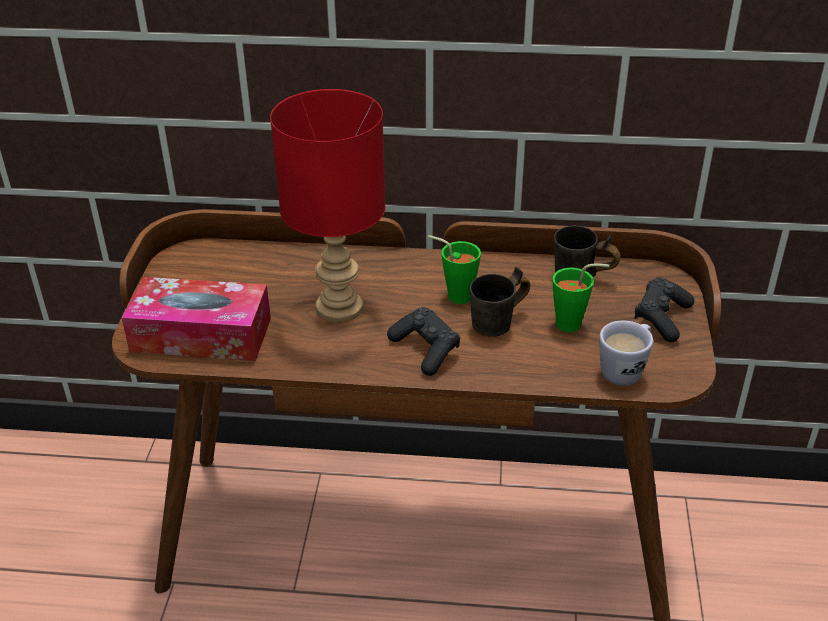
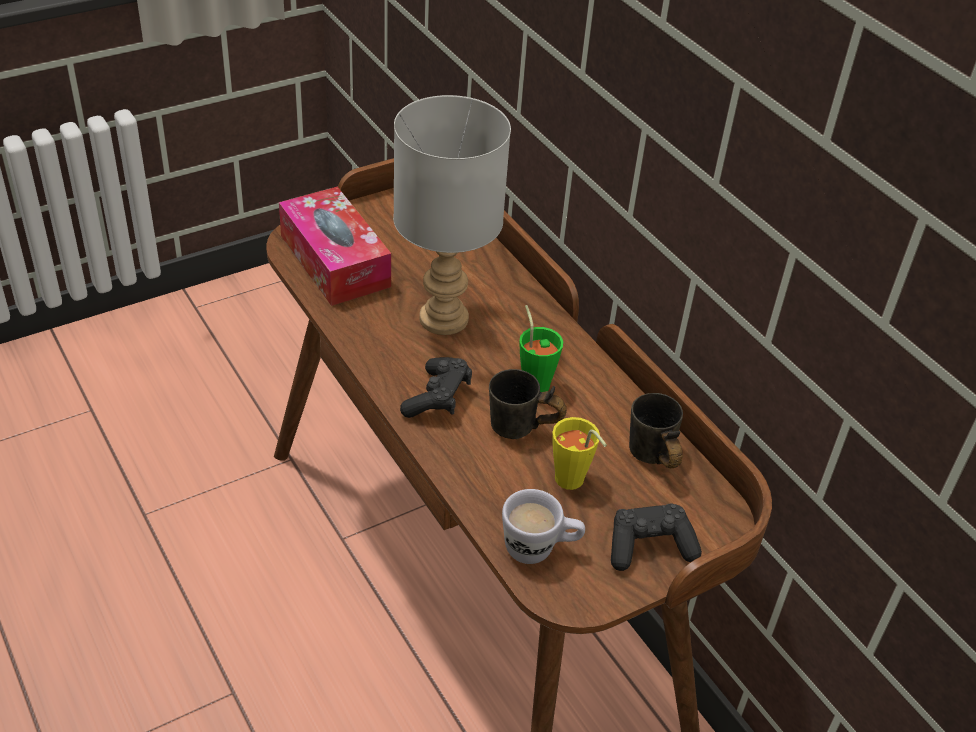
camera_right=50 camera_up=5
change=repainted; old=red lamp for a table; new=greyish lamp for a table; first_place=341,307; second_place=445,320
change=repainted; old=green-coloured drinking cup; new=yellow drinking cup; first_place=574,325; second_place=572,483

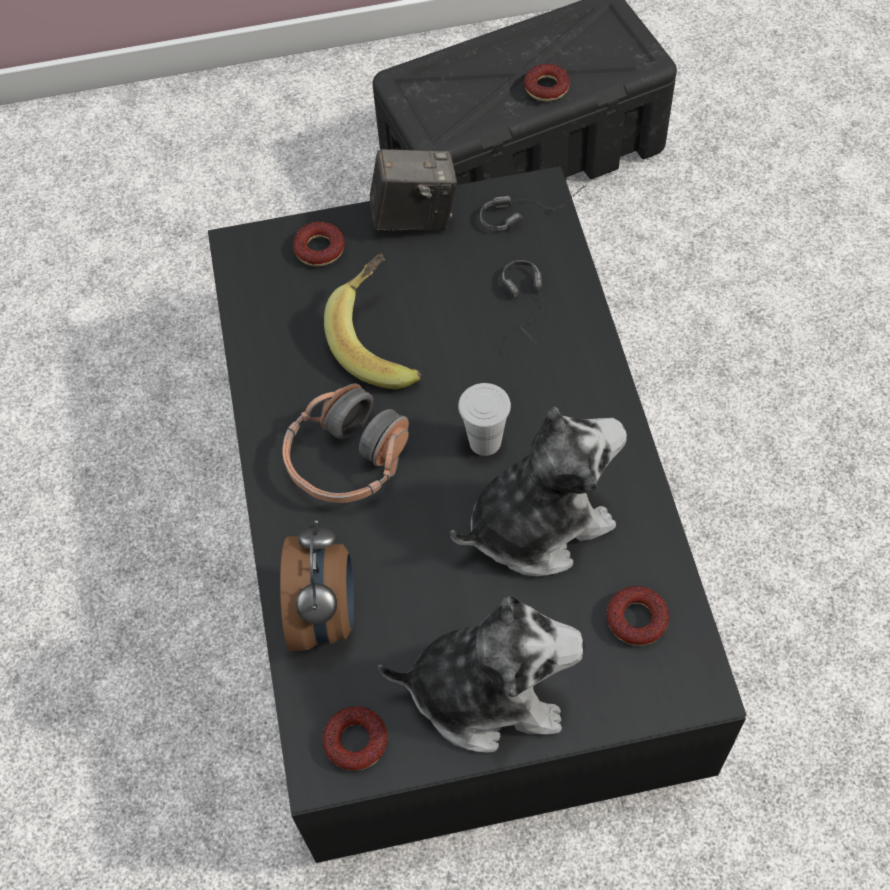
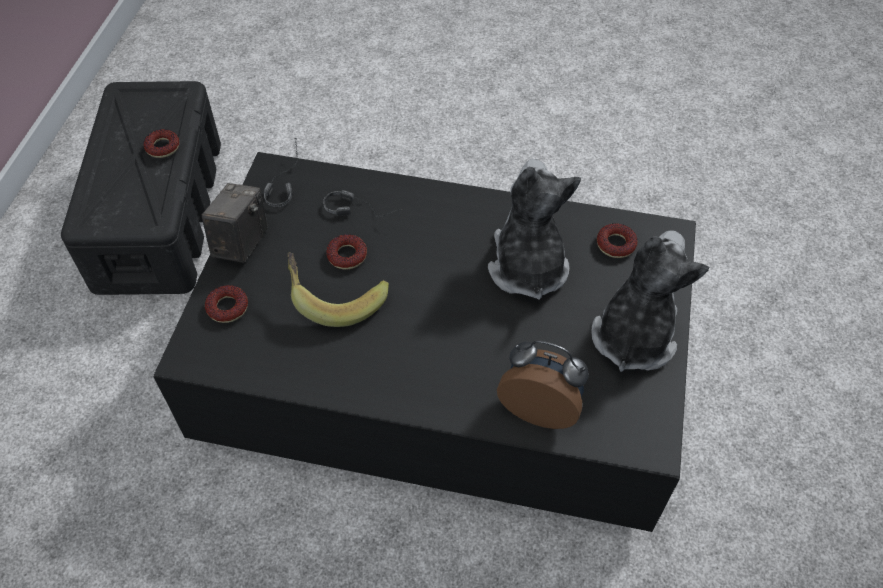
camera_right=-70 camera_up=-5
change=gone; old=headphones; first_place=347,459
change=shifted; old=donut; first_place=355,741; second_place=347,255
change=gone; old=white-coloured drinking cup; first_place=485,442

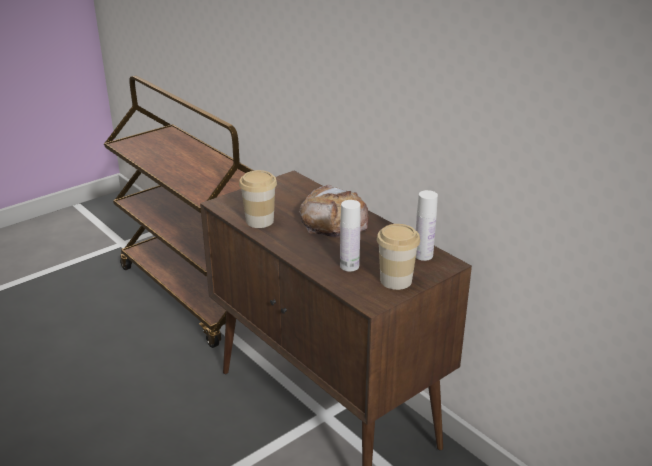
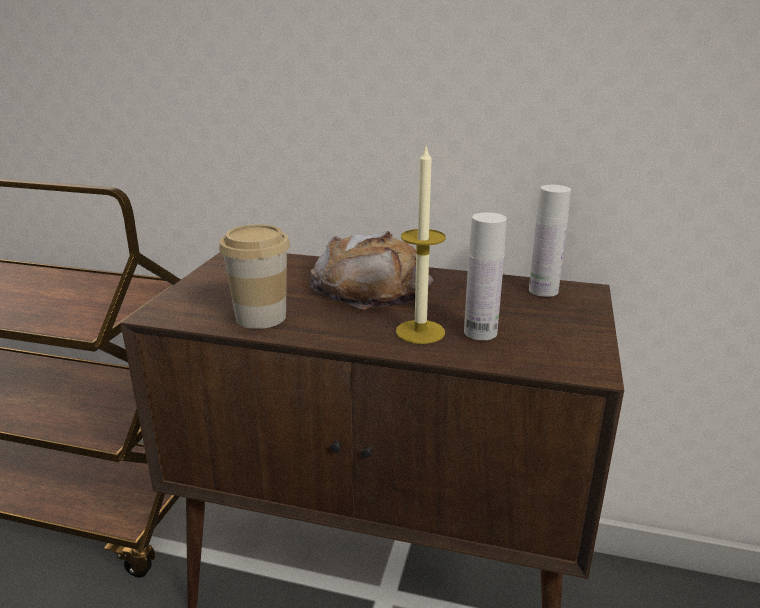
camera_right=-35 camera_up=-5
change=gone; old=drinking cup; first_place=396,280
change=new; new=candle; second_place=420,332

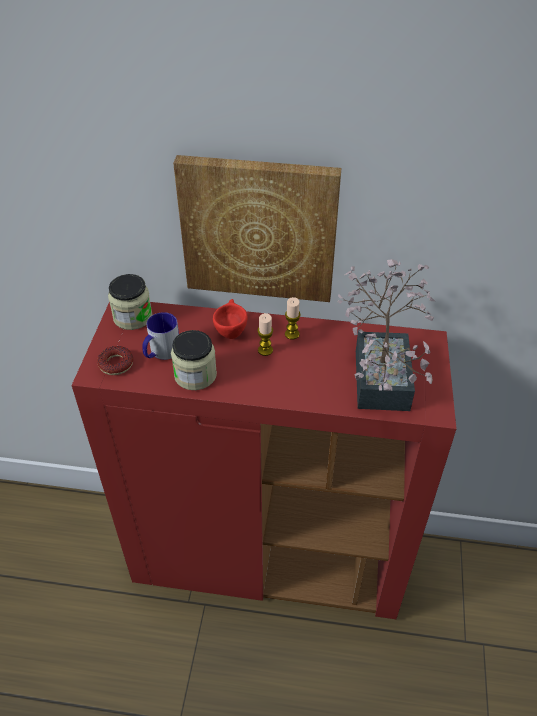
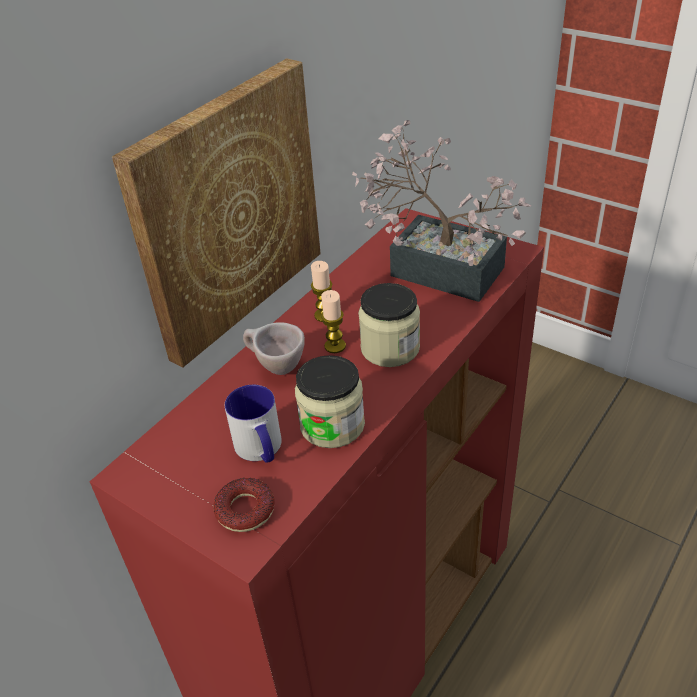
camera_right=-60 camera_up=-5
change=shifted; old=preserve jar; first_place=133,317; second_place=390,348
change=repainted; old=red drinking cup; new=sand-coloured drinking cup; first_place=230,331; second_place=275,367

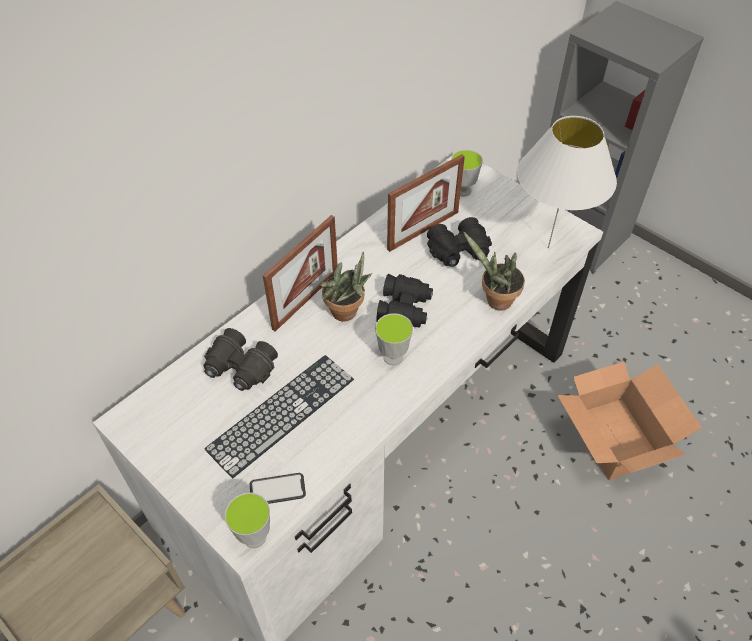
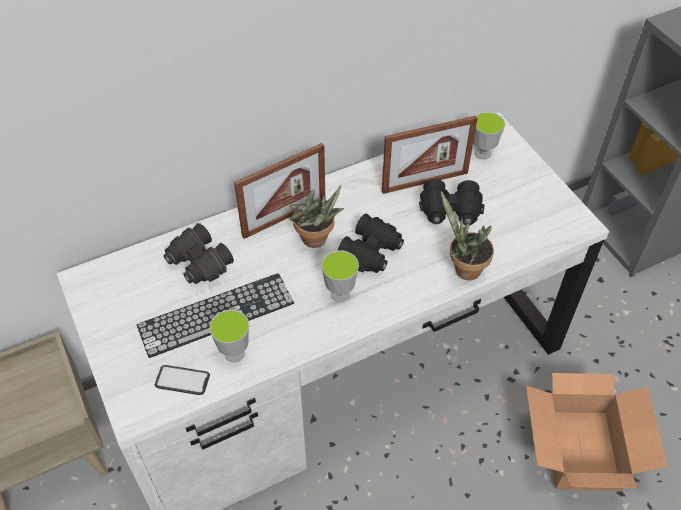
camera_right=20 camera_up=0
change=shifted; old=drinking cup; first_place=254,537; second_place=234,353
change=gone; old=white-coloured lamp for a table; first_place=548,248

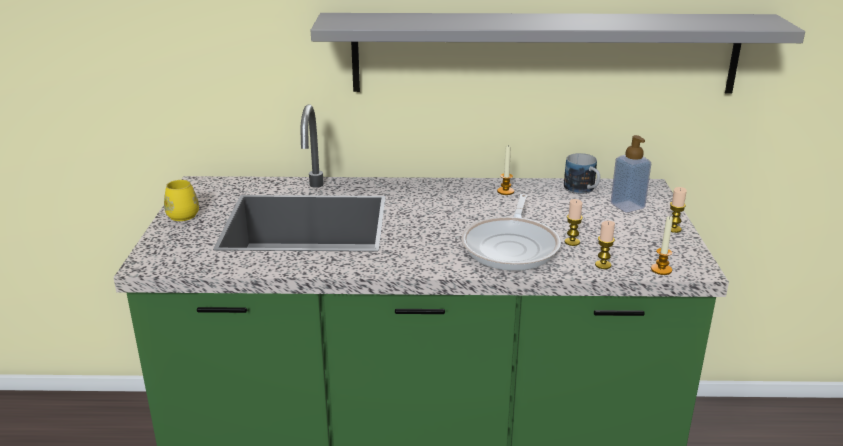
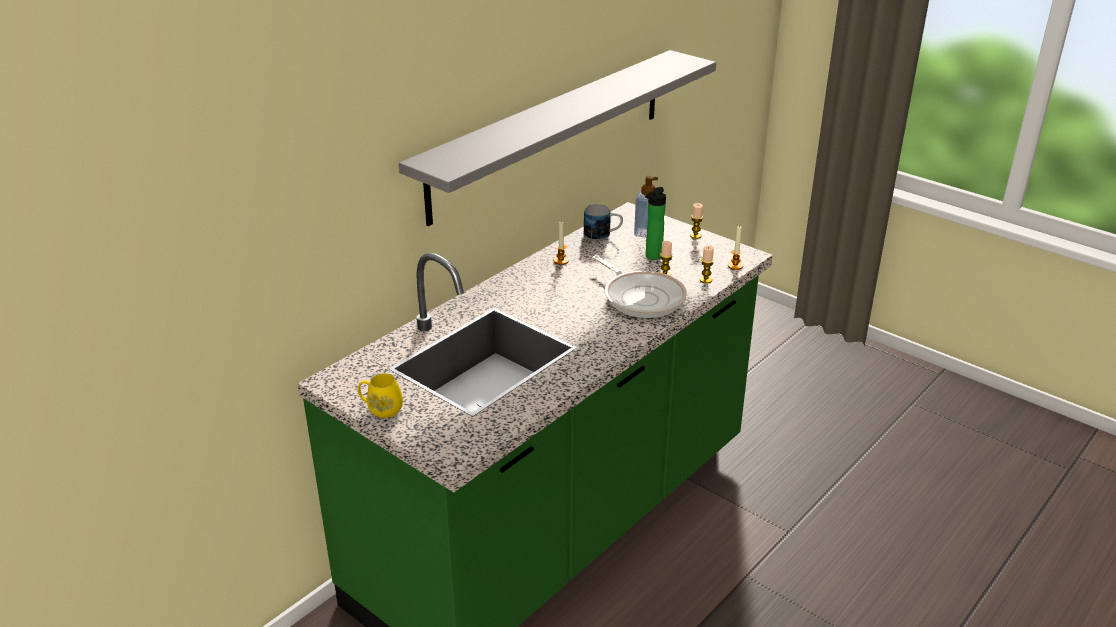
camera_right=-50 camera_up=5
change=new; new=bottle; second_place=652,257

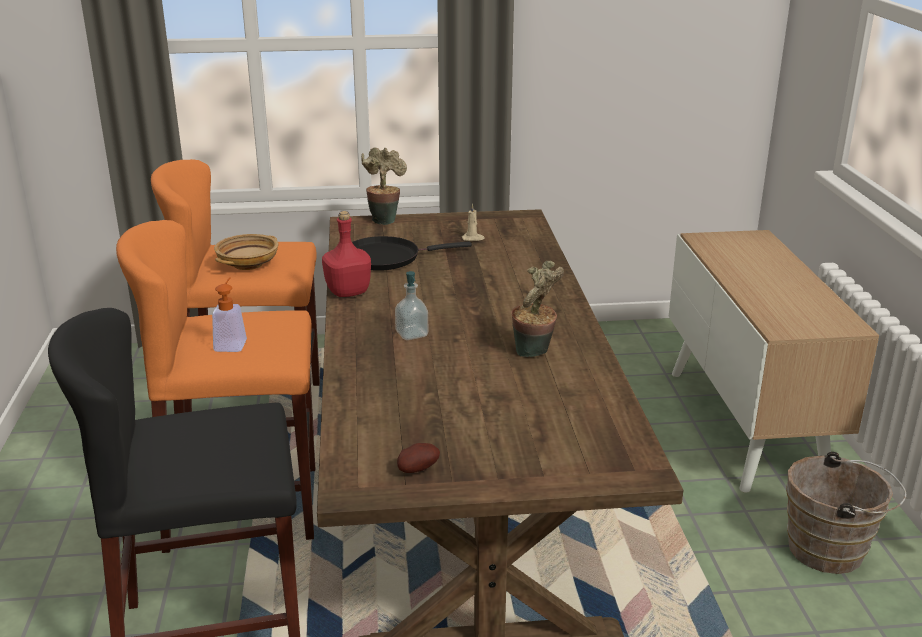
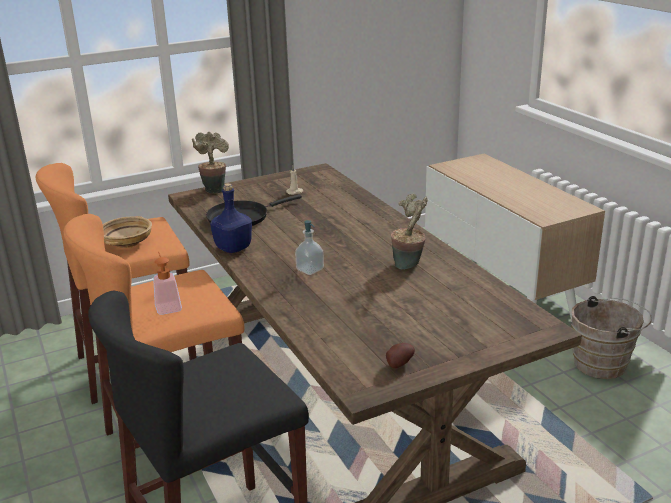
camera_right=-20 camera_up=0
change=repainted; old=red bottle; new=bluish bottle; first_place=347,292; second_place=233,248

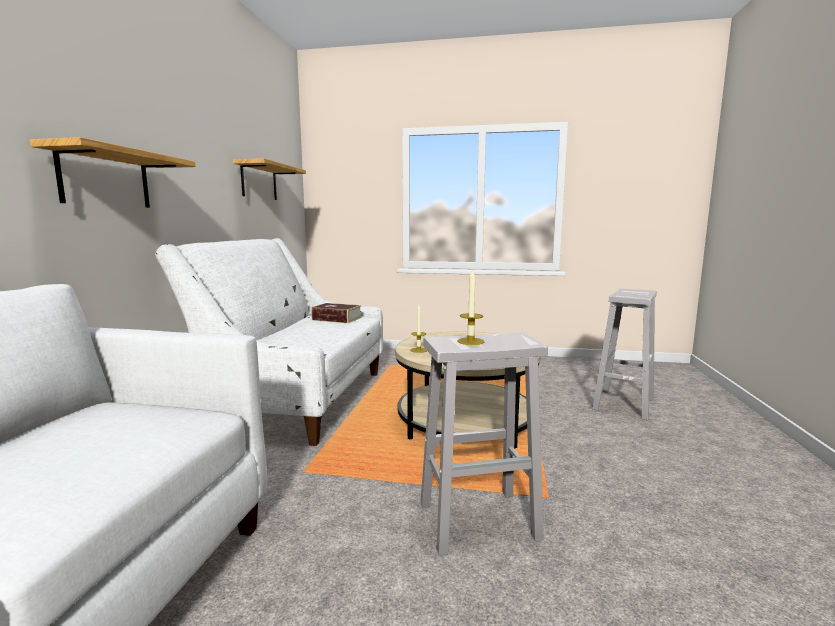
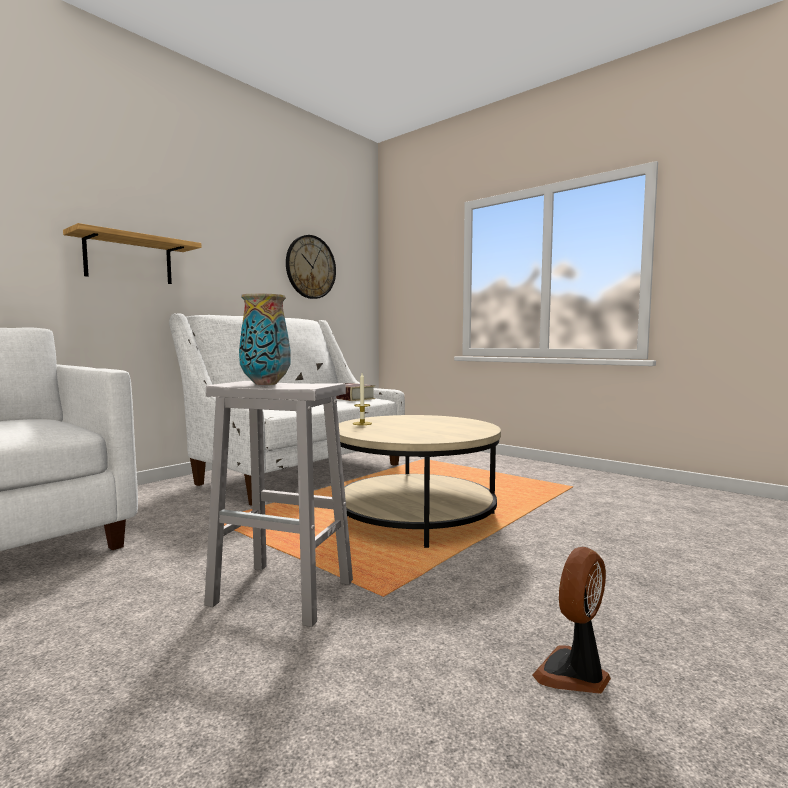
camera_right=30 camera_up=-5
change=swapped; old=shelf; new=hanging clock; first_place=259,181; second_place=310,267
change=swapped; old=candle; new=flower vase; first_place=470,341; second_place=266,384
change=gone; old=white-coloured stool seat; first_place=623,404
change=new; new=cooling fan; second_place=574,674

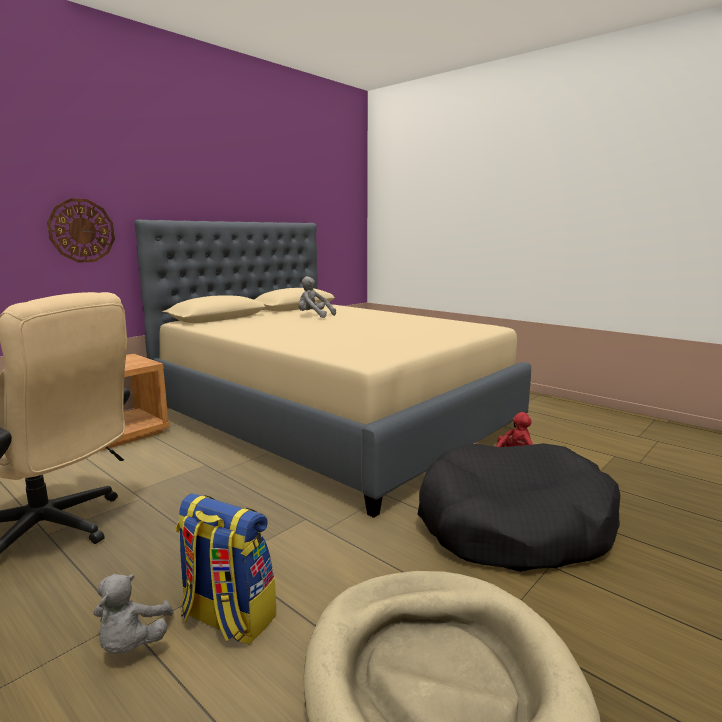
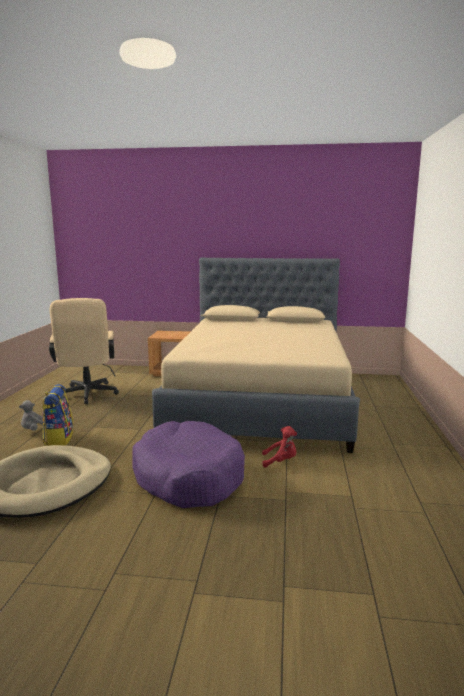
camera_right=55 camera_up=0
change=gone; old=hanging clock; first_place=82,231
change=gone; old=greyish cuddly toy; first_place=313,316
change=repainted; old=black dog cushion; new=purple dog cushion; first_place=513,525; second_place=188,477

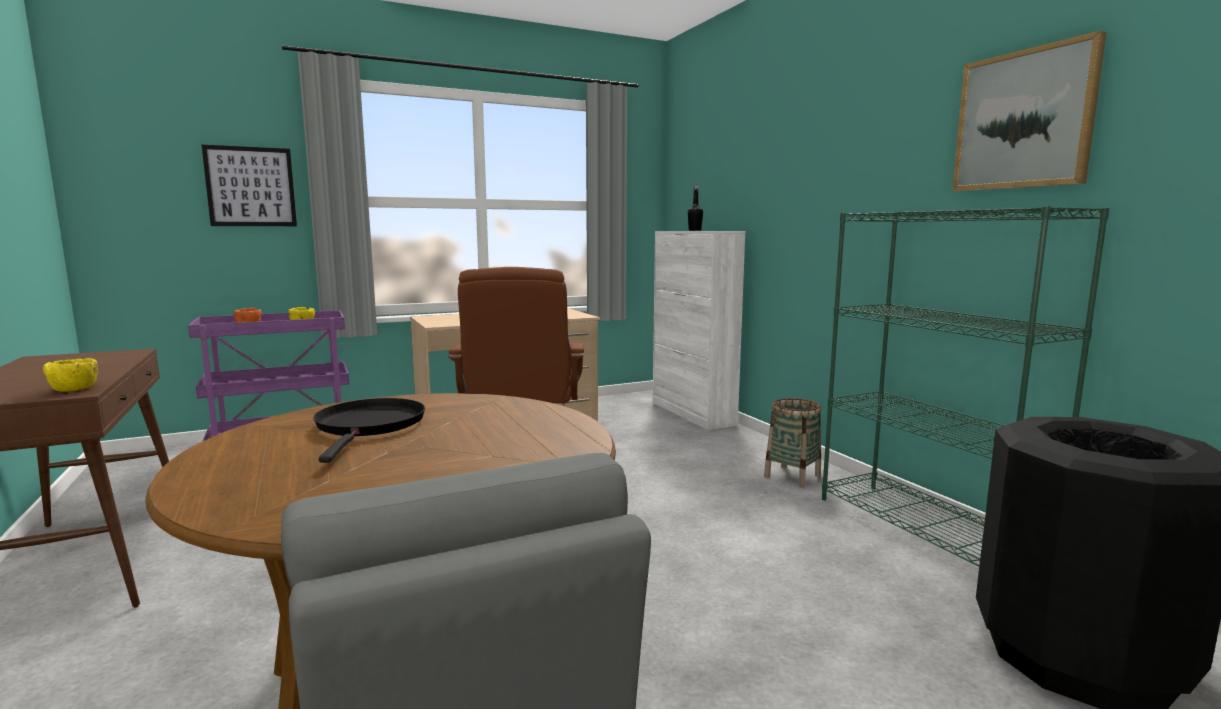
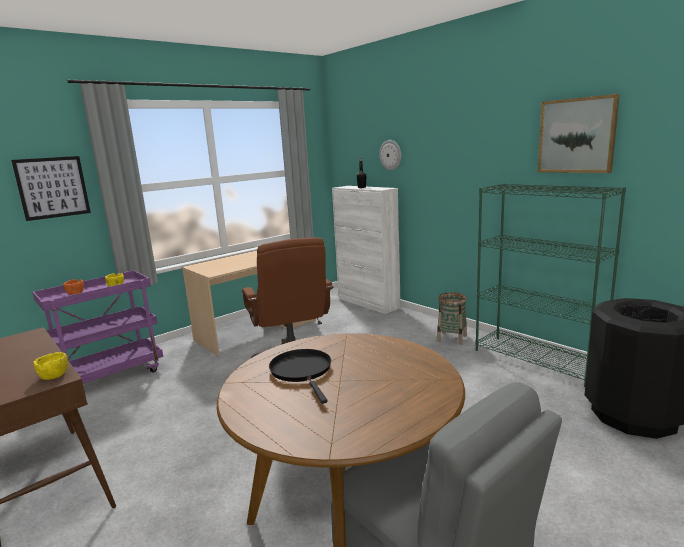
camera_right=-15 camera_up=5
change=new; new=hanging clock; second_place=390,155

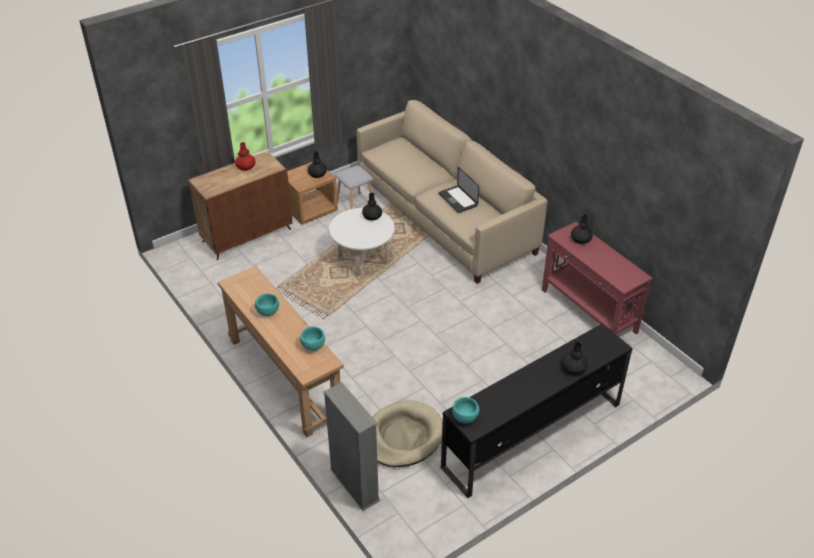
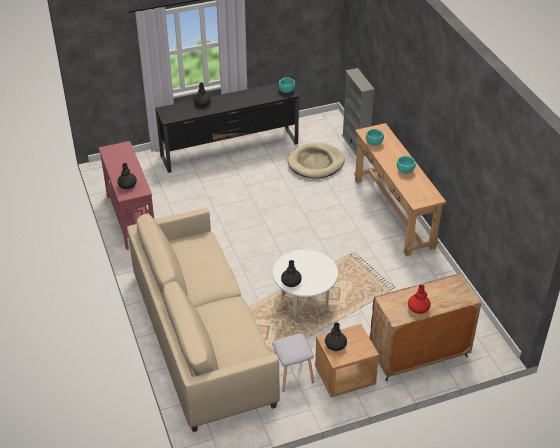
camera_right=-165 camera_up=0
change=gone; old=portable computer; first_place=458,200

